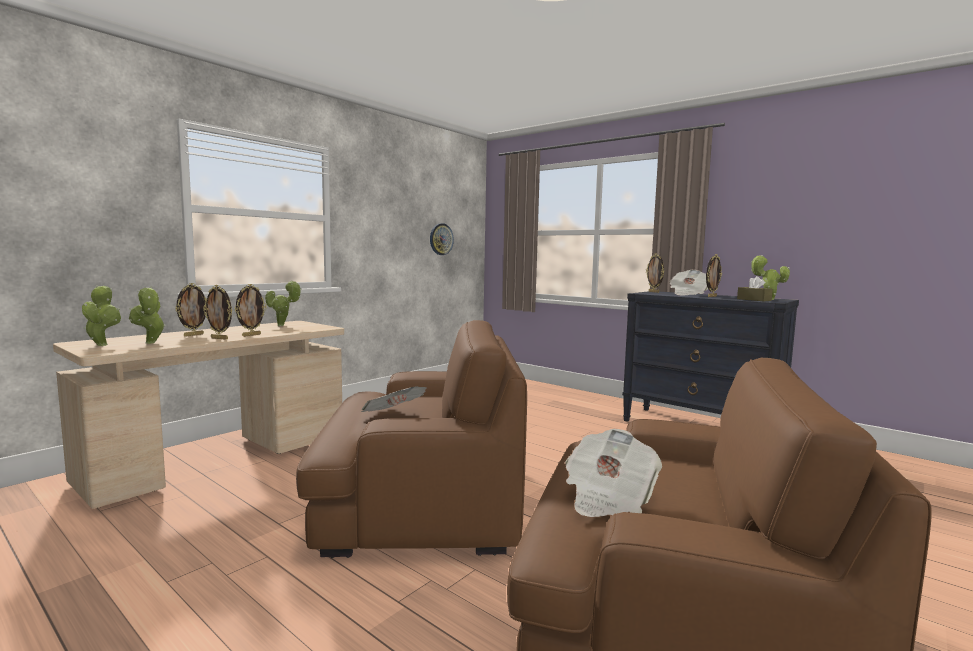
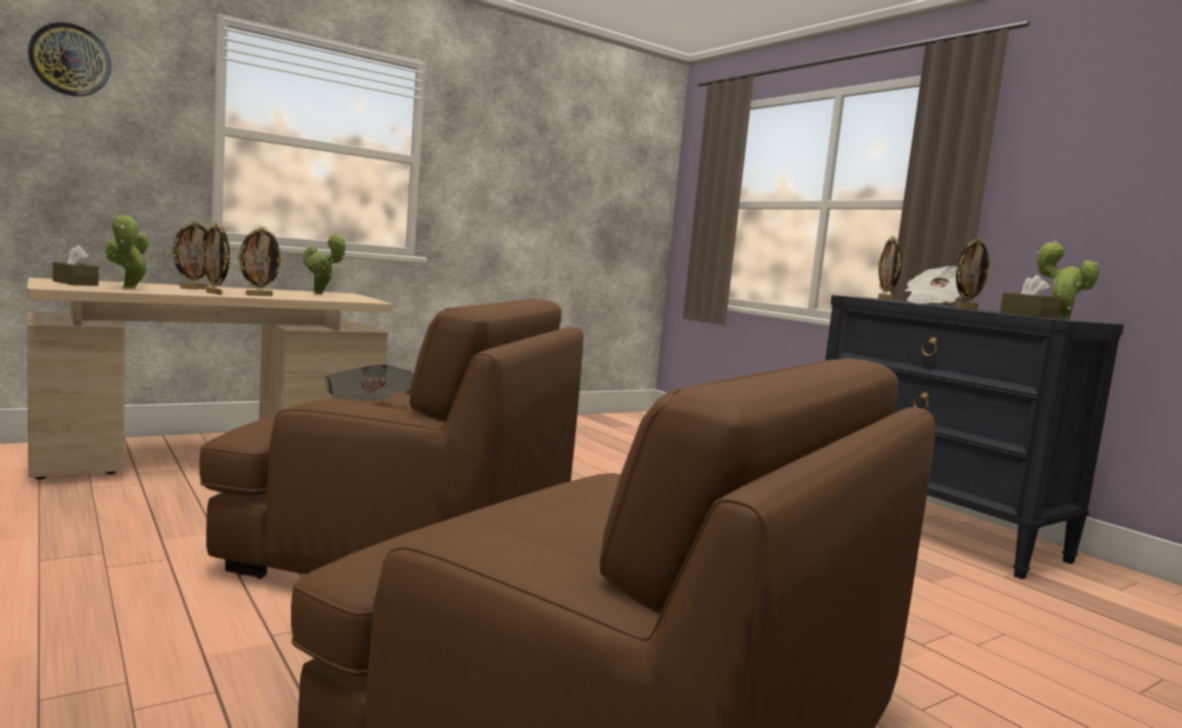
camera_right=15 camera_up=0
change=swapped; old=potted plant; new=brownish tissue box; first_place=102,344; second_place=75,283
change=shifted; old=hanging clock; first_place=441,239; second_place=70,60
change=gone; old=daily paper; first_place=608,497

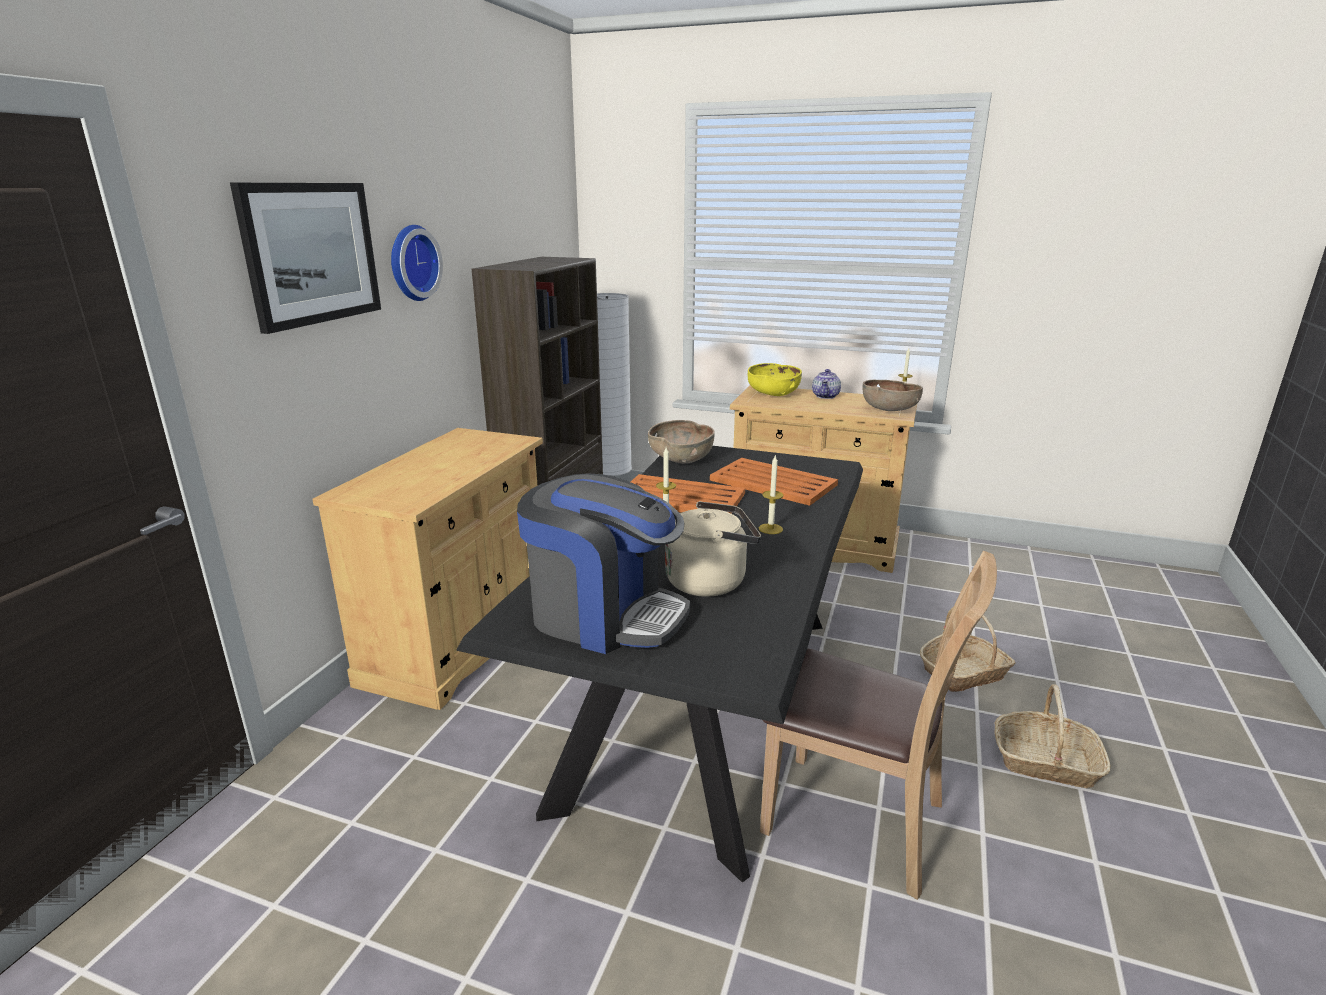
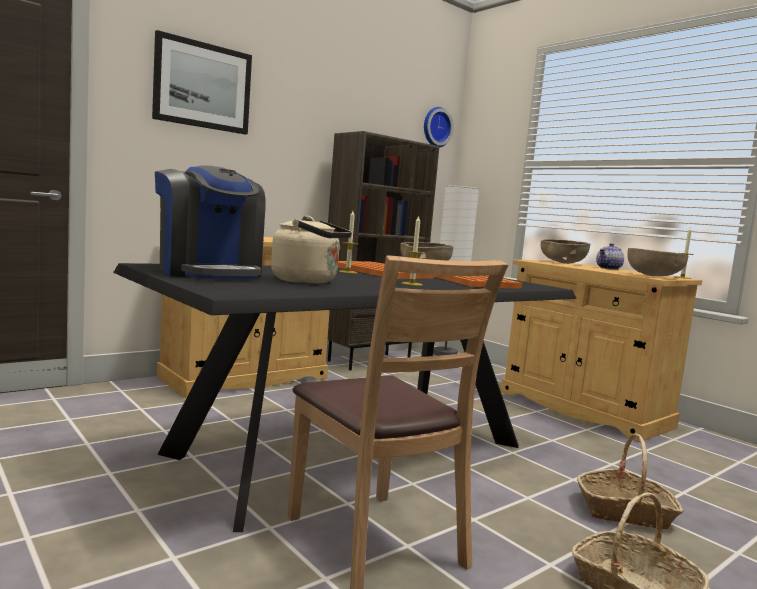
camera_right=30 camera_up=-15
change=shifted; old=hanging clock; first_place=411,263; second_place=435,127
change=repainted; old=yellow deep dish; new=brownish deep dish; first_place=773,394; second_place=563,263

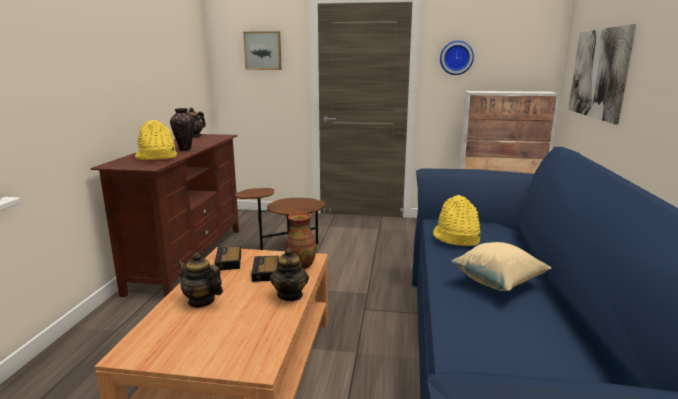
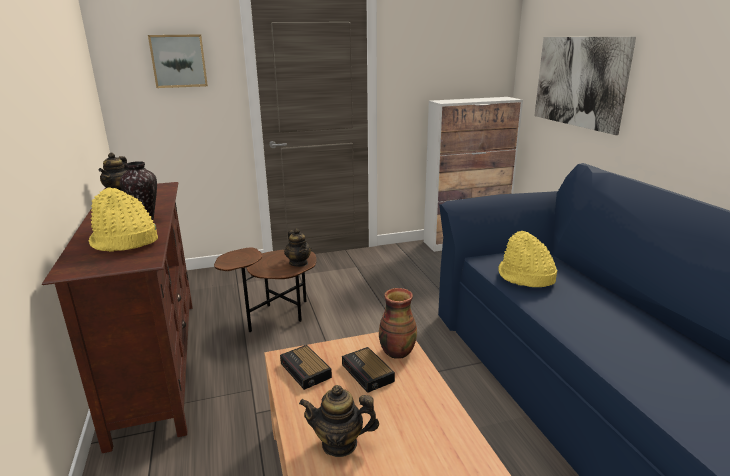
camera_right=-25 camera_up=5
change=shifted; old=tea pot; first_place=290,295; second_place=299,263
change=gone; old=hanging clock; first_place=456,58
change=gone; old=sand-coloured cushion; first_place=498,283

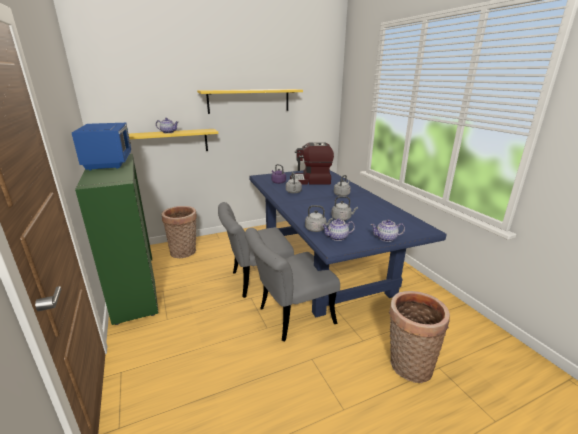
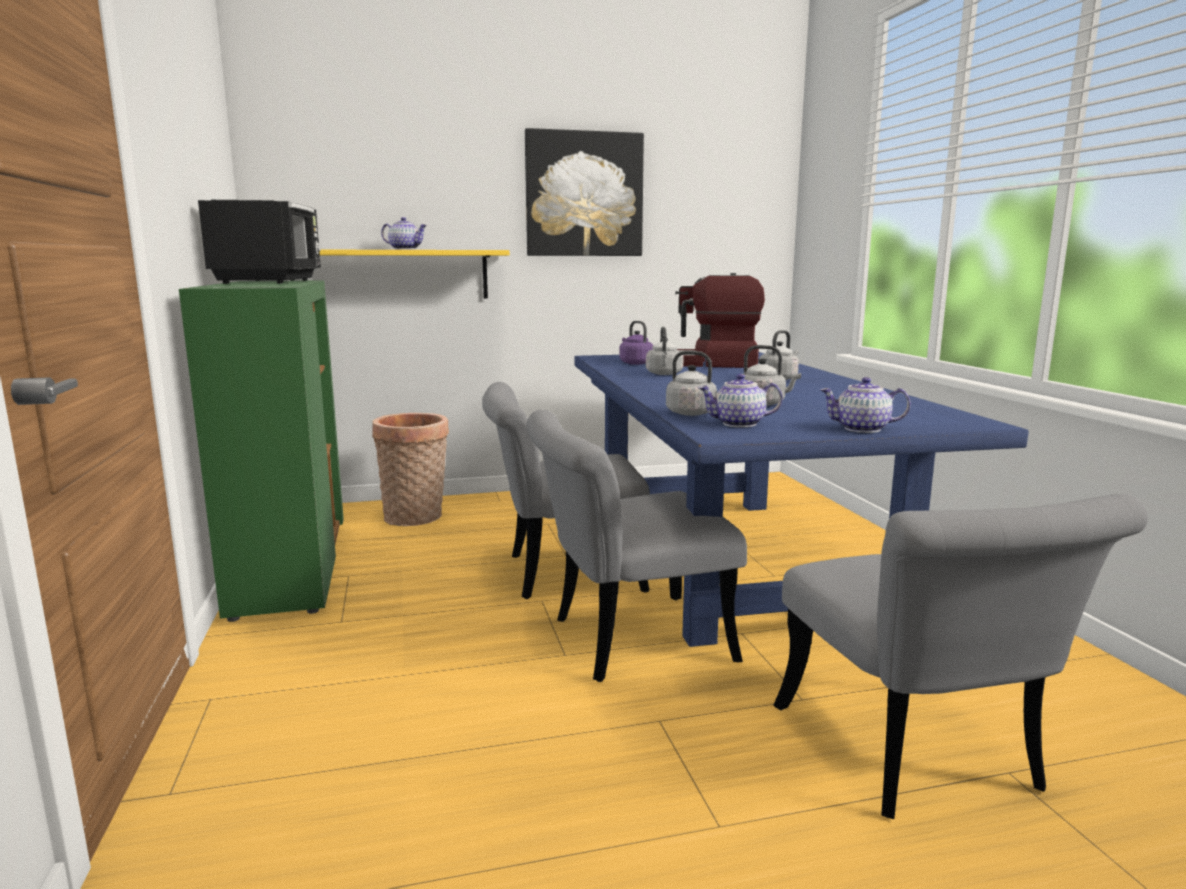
camera_right=10 camera_up=-10
change=repainted; old=bluish microwave oven; new=black microwave oven; first_place=110,162; second_place=271,281
change=swapped; old=yellow shelf; new=picture; first_place=249,101; second_place=584,195
change=swapped; old=household basket; new=greyish plain chair; first_place=408,365; second_place=918,759

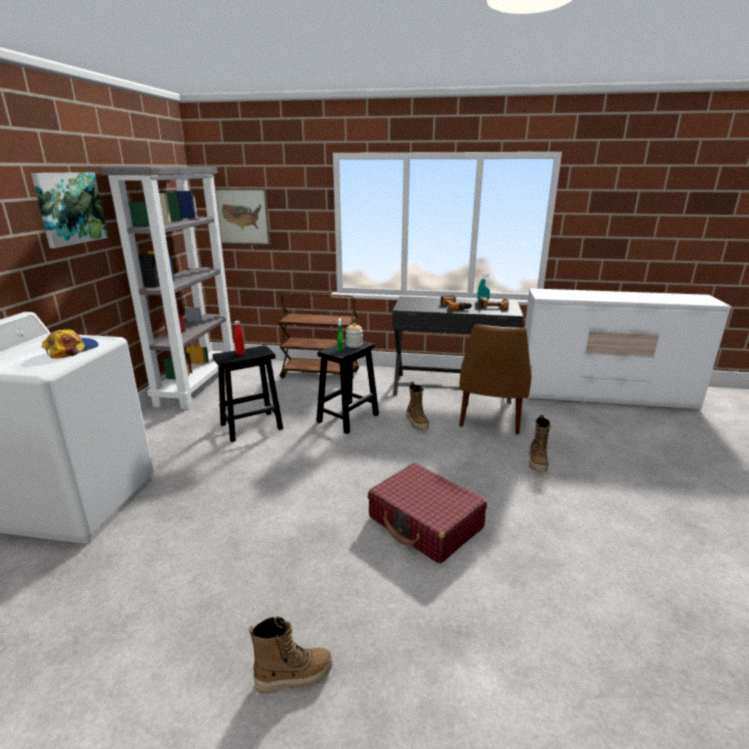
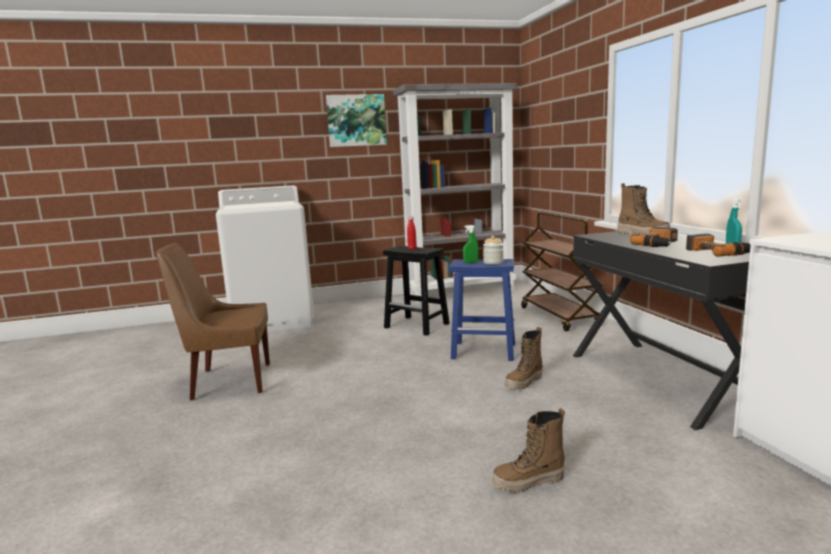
camera_right=65 camera_up=-10
change=gone; old=baseball cap; first_place=71,350
change=gone; old=picture; first_place=242,216
change=shifted; old=high-top boot; first_place=294,676; second_place=642,234
change=repainted; old=black stool seat; new=bluish stool seat; first_place=348,417; second_place=485,351
change=gone; old=red suitcase; first_place=425,523
change=shifted; old=brownish plain chair; first_place=490,420; second_place=228,381

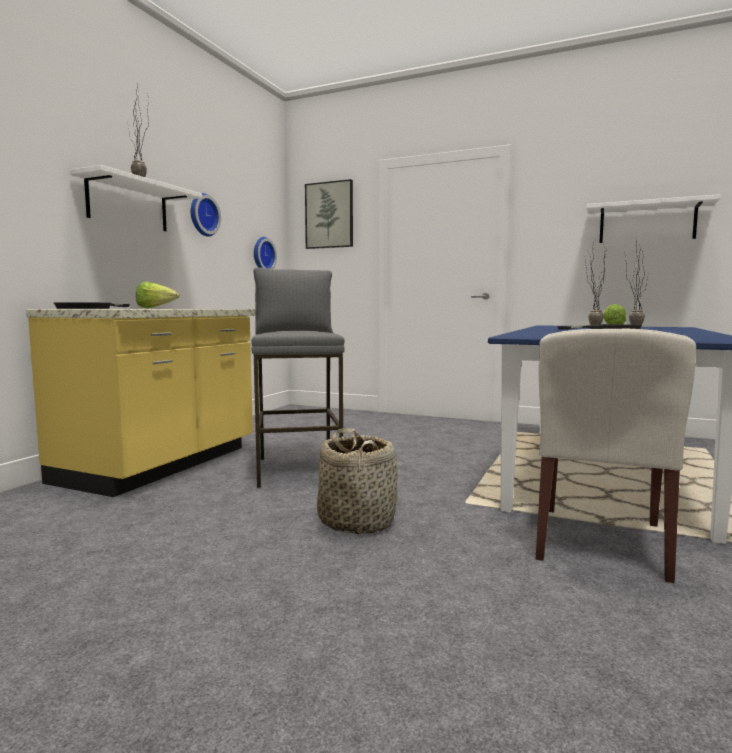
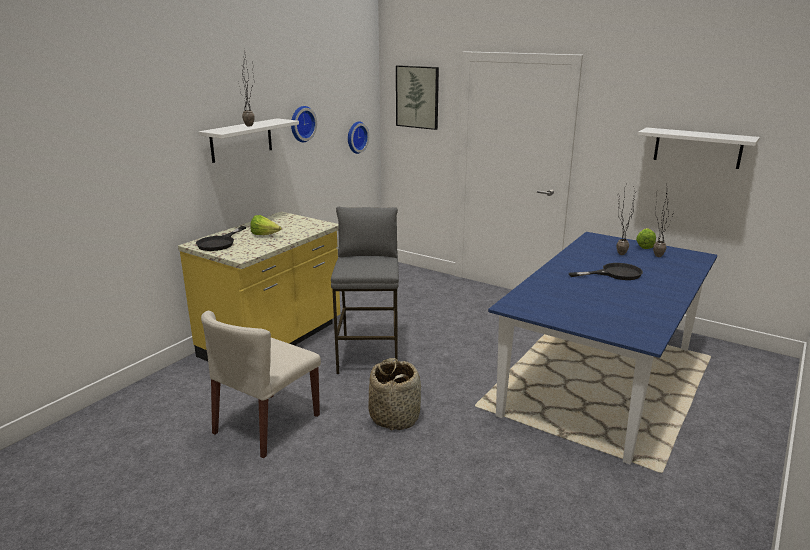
camera_right=10 camera_up=15
change=shifted; old=sand-coloured plain chair; first_place=601,542; second_place=267,424

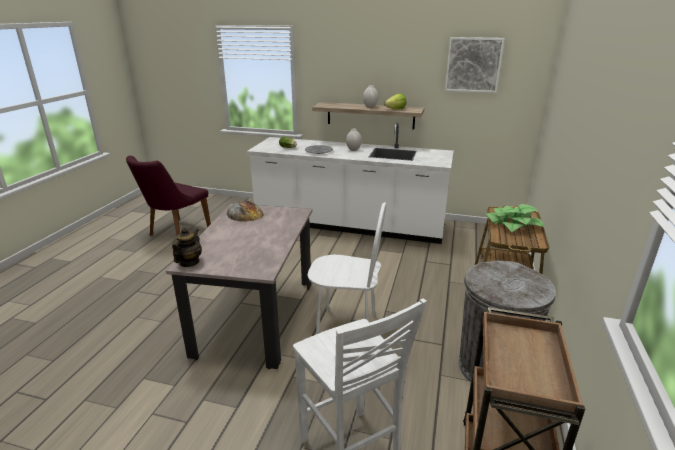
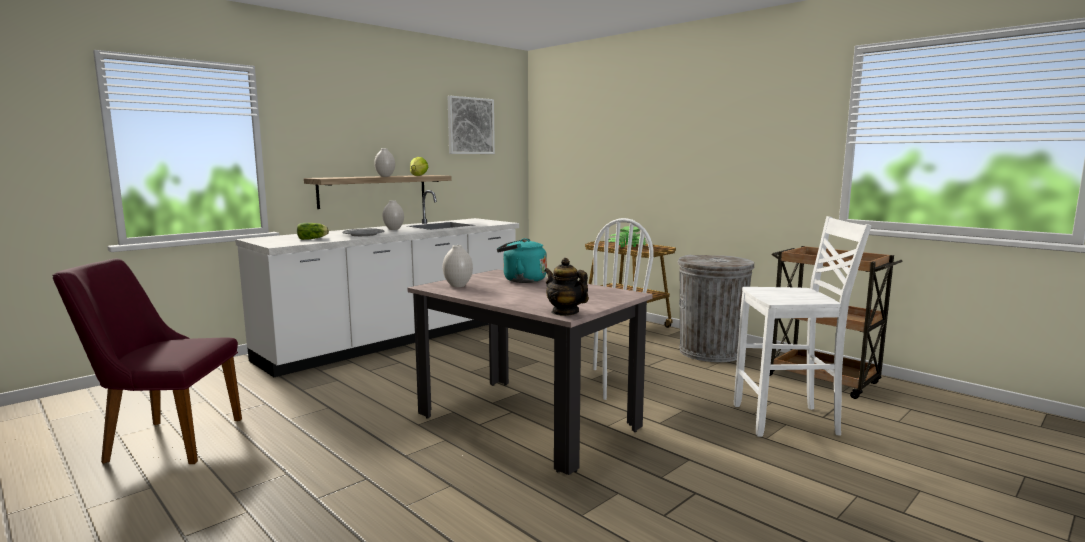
camera_right=-60 camera_up=-15
change=rotated; old=purple plain chair; first_place=175,233; second_place=163,440; degrees=120
change=swapped; old=bread; new=white-coloured flower vase; first_place=245,213; second_place=457,285
change=new; new=blue-green kettle; second_place=521,280

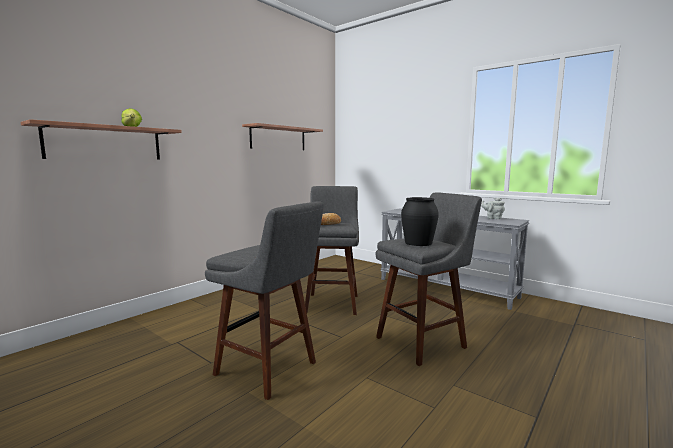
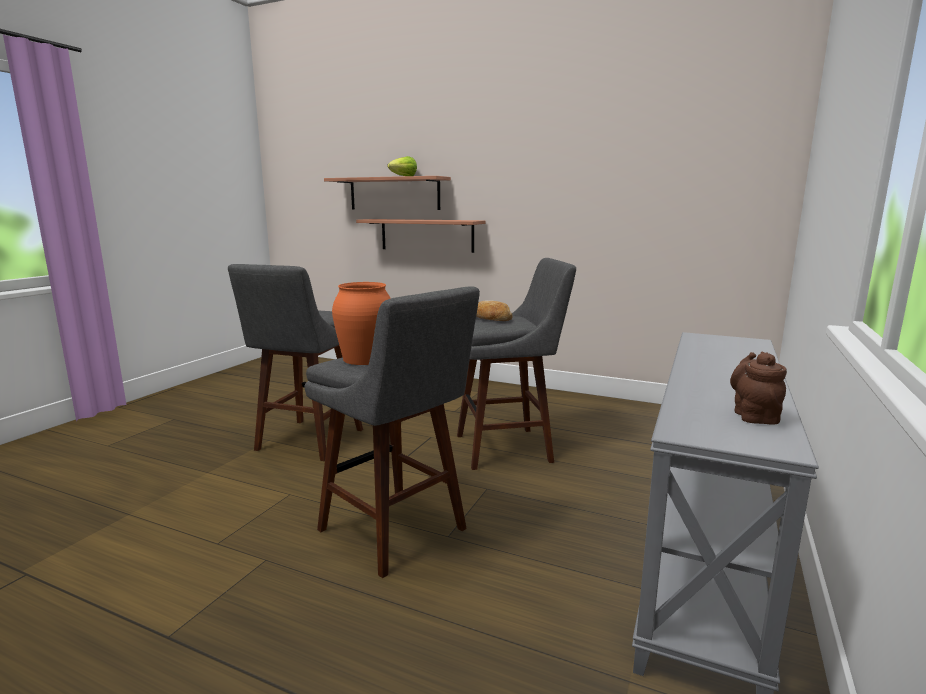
camera_right=75 camera_up=5
change=shifted; old=shelf; first_place=278,138; second_place=426,235
change=repainted; old=black flower vase; new=orange flower vase; first_place=418,243; second_place=365,358
change=repainted; old=greyish tea pot; new=brownish tea pot; first_place=493,218; second_place=754,415

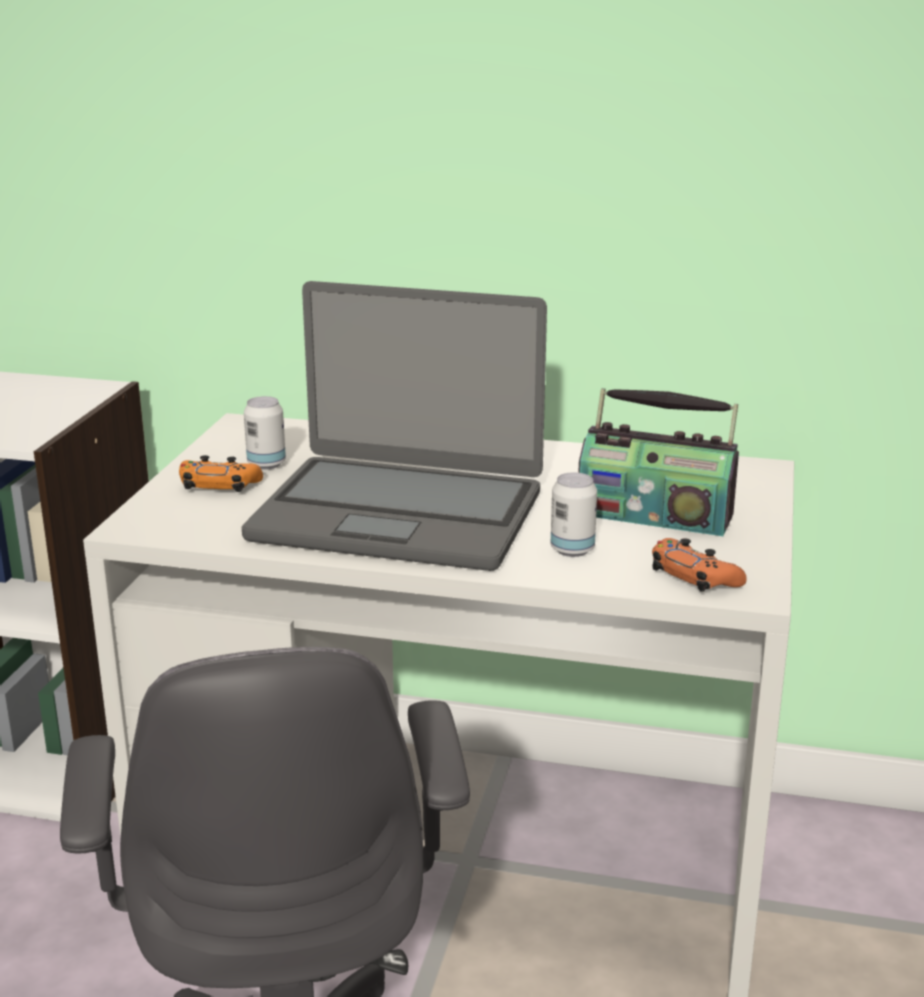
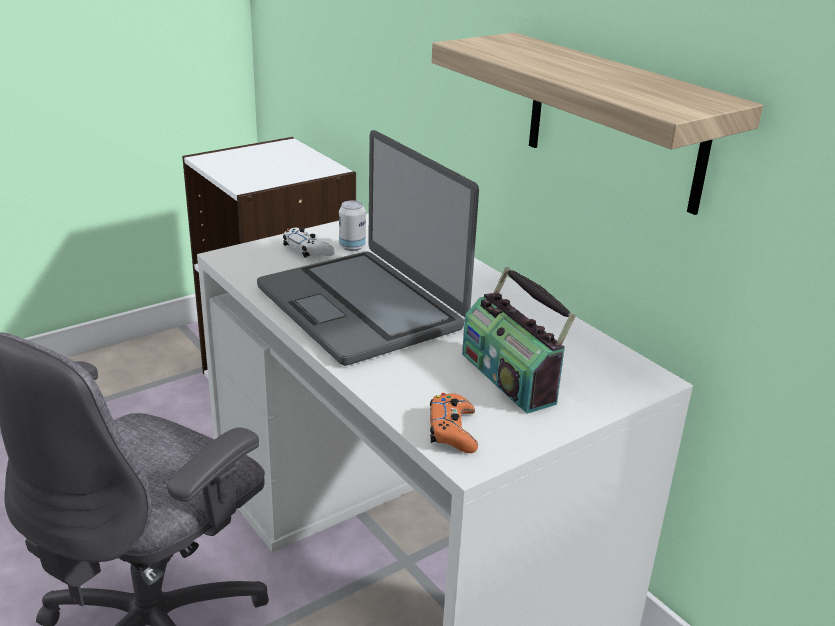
camera_right=40 camera_up=5
change=repainted; old=orange gamepad; new=white-coloured gamepad; first_place=219,485; second_place=307,250
change=gone; old=metal can; first_place=572,550
change=new; new=shelf; second_place=615,121

